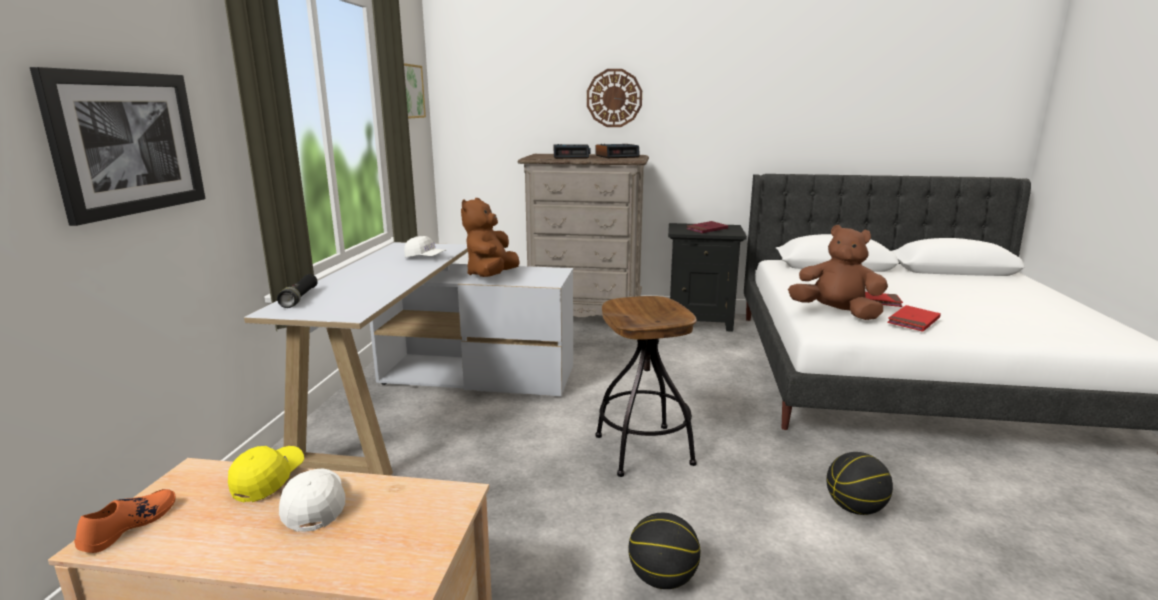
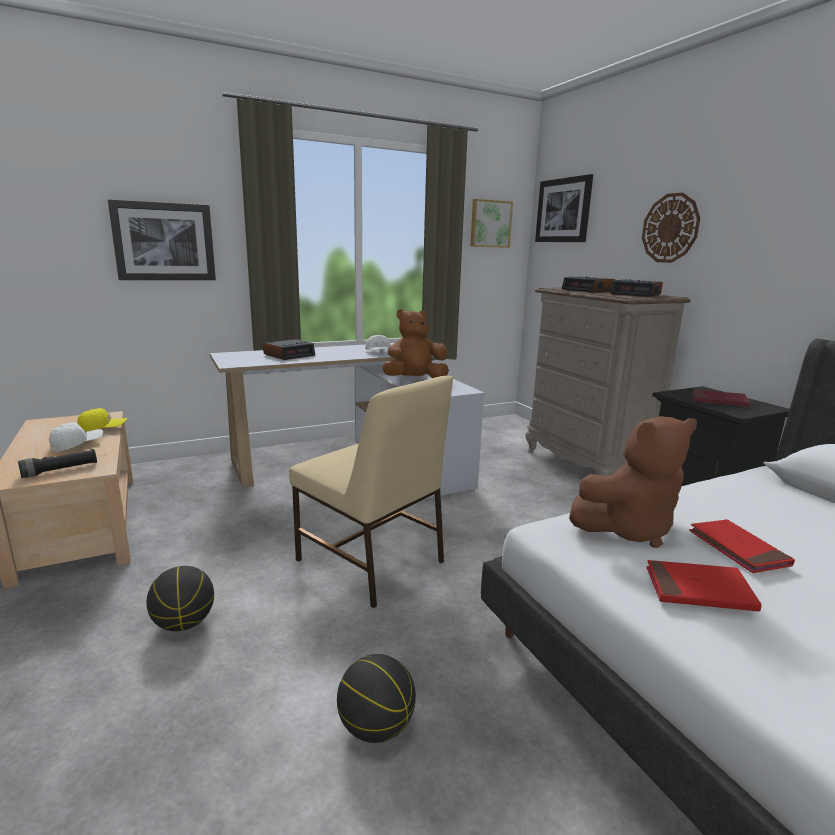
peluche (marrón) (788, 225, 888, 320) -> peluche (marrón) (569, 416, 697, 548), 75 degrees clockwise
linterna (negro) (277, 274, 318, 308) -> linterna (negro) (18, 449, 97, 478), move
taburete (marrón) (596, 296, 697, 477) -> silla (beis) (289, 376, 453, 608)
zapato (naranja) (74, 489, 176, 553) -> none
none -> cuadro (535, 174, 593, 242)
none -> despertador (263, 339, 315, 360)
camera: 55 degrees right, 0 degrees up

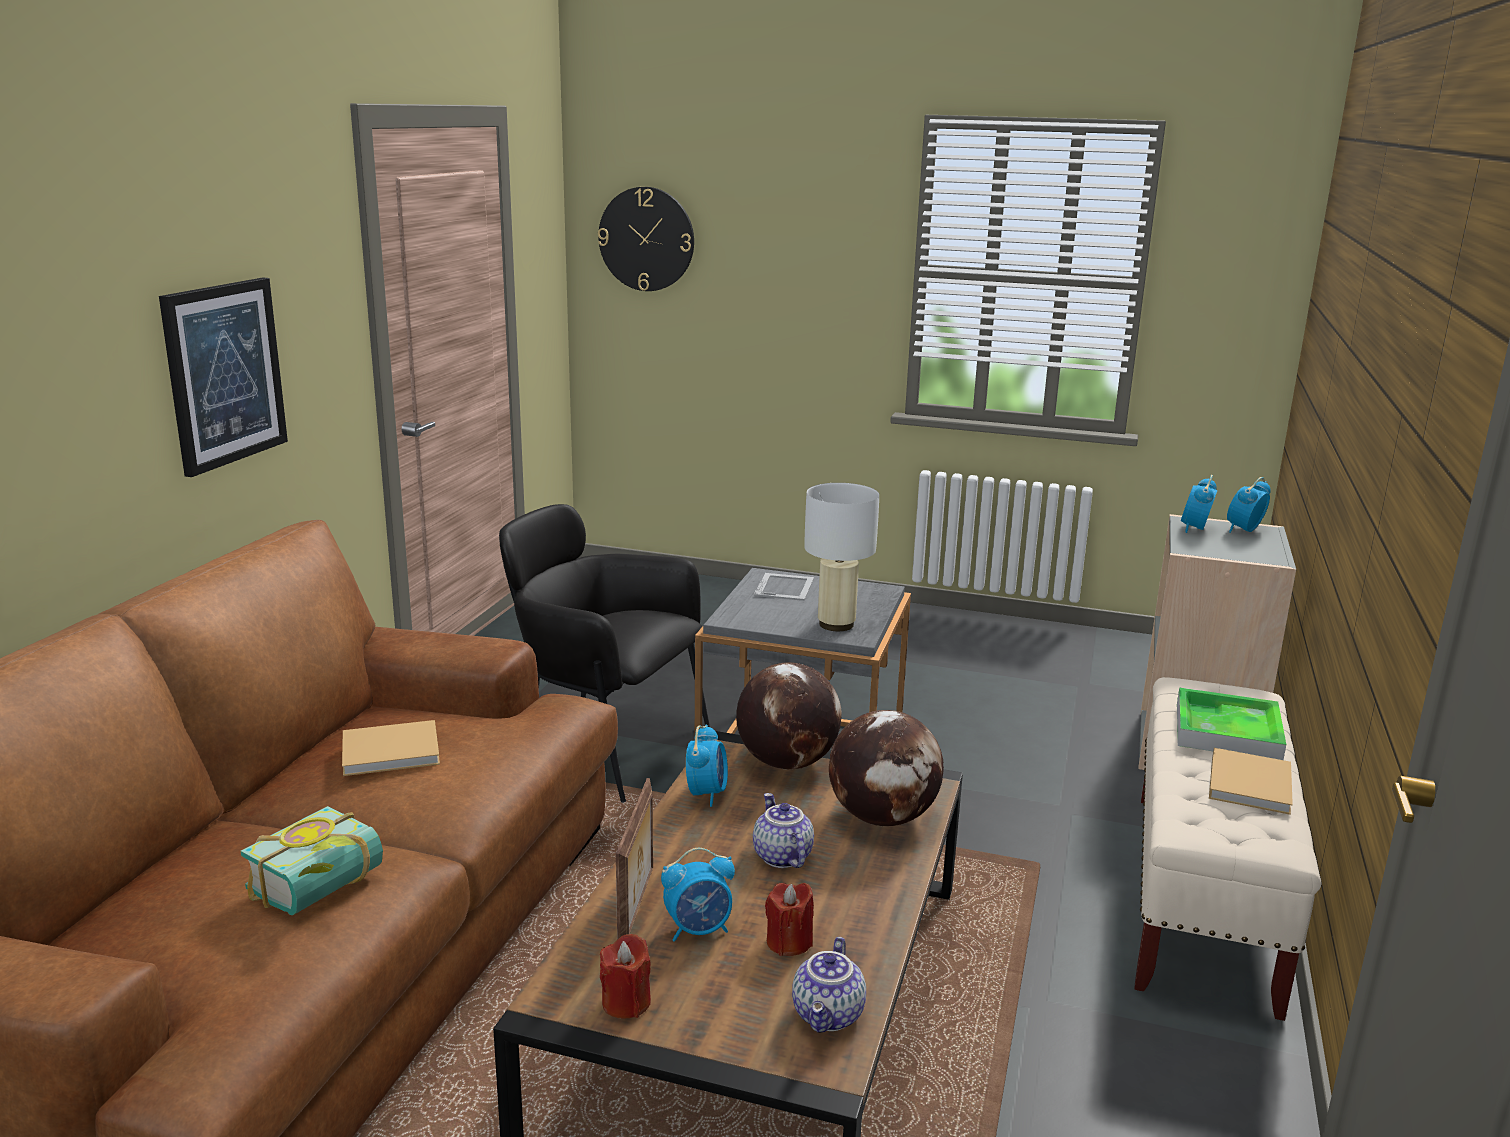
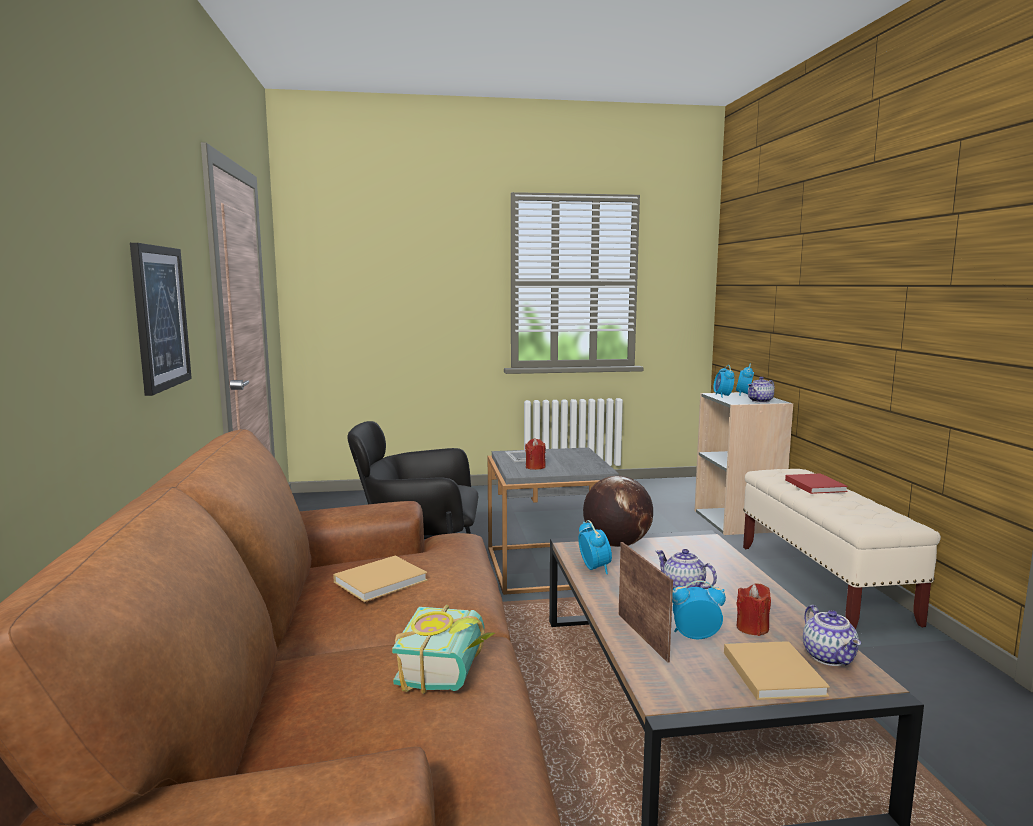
reloj de pared (598, 187, 694, 291) -> none
lámpara de mesa (blanco) (805, 483, 879, 631) -> none
bandeja (1177, 687, 1286, 760) -> libro (rojo) (785, 473, 848, 494)
globo terráqueo (829, 710, 944, 826) -> none
libro (beis) (1209, 748, 1293, 815) -> libro (beis) (724, 641, 830, 700), move
despertador (661, 848, 735, 942) -> despertador (672, 580, 726, 639), 135 degrees counterclockwise
vela (rojo) (600, 934, 651, 1019) -> vela (rojo) (525, 438, 546, 470), move
none -> tetera (748, 377, 774, 403)
camera: 25 degrees left, 10 degrees down

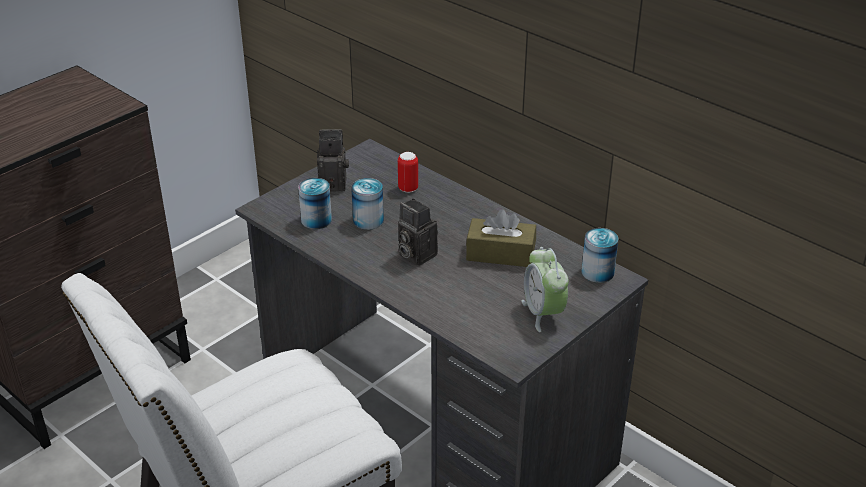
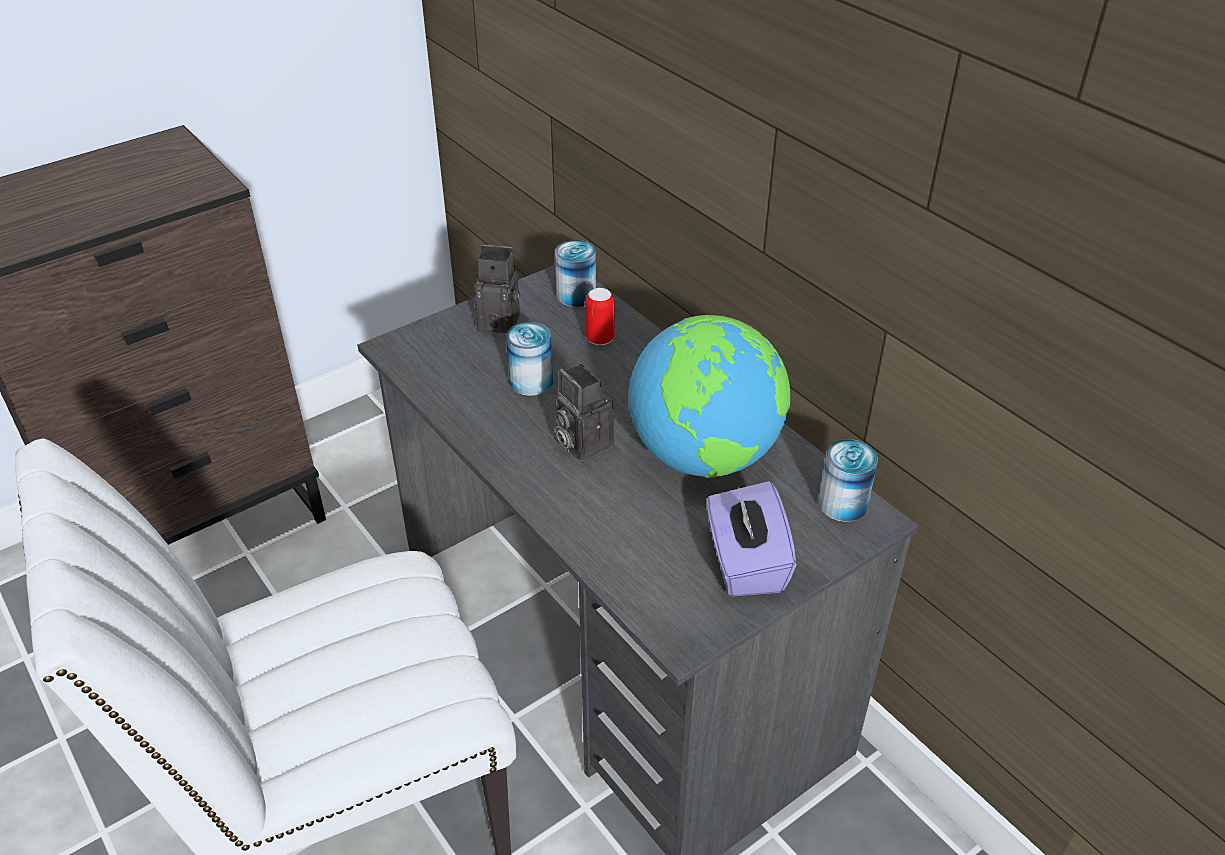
lata (298, 178, 332, 229) -> lata (555, 240, 596, 307), move
caja de pañuelos (marrón) (466, 209, 536, 267) -> globo terráqueo (629, 315, 790, 478)
despertador (521, 247, 569, 332) -> caja de pañuelos (morado) (707, 481, 797, 597)
camera: 10 degrees right, 5 degrees up

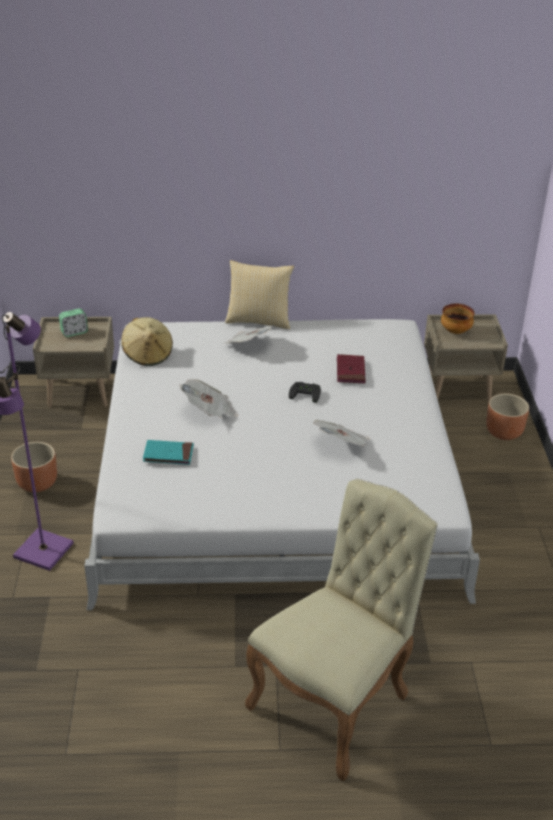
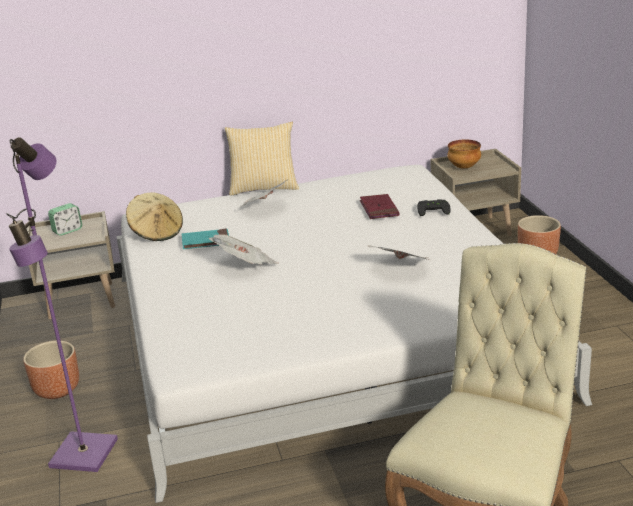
mando de consola (negro) (289, 382, 321, 403) -> mando de consola (negro) (417, 200, 451, 216), move
libro (turquesa) (143, 440, 193, 465) -> libro (turquesa) (182, 229, 229, 249), move
camera: 10 degrees left, 10 degrees down

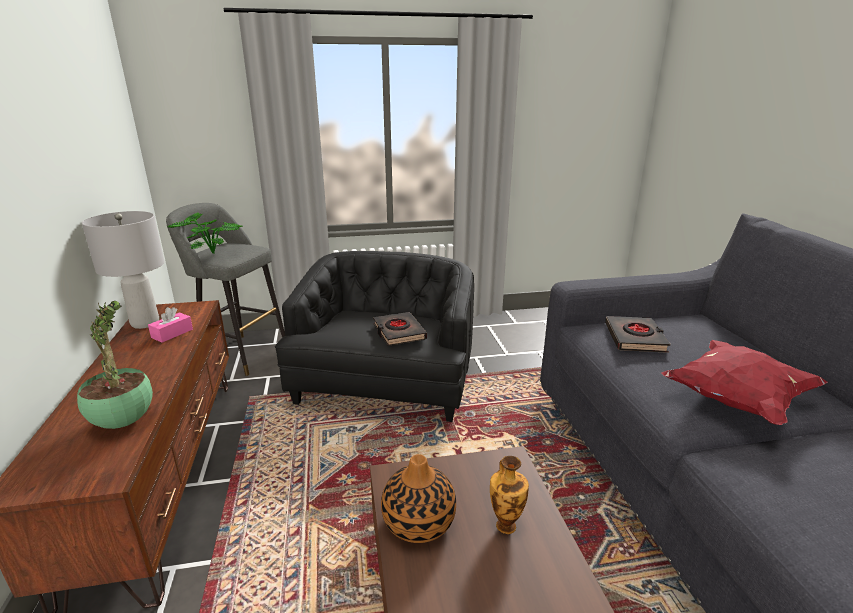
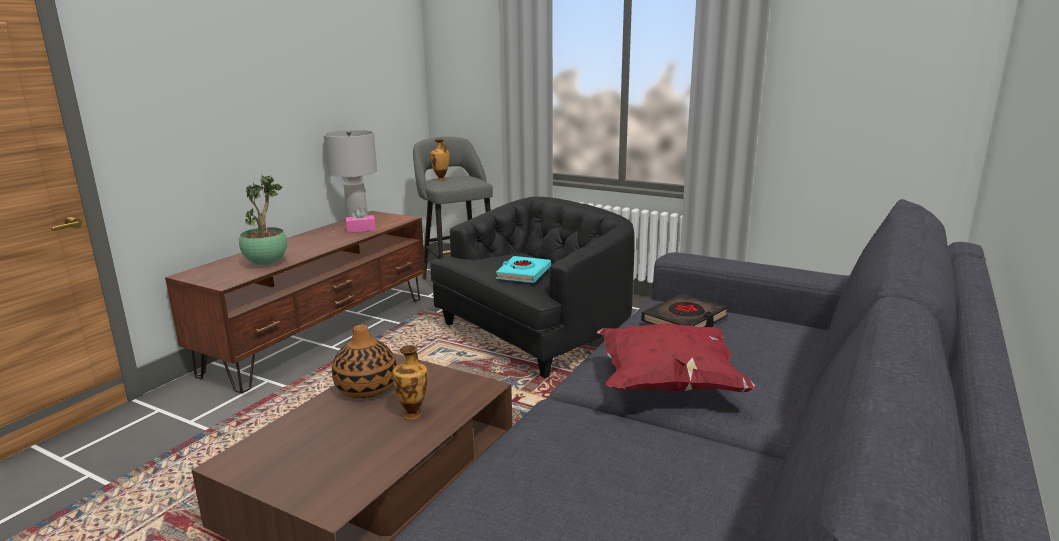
planta en maceta (168, 212, 242, 254) -> florero (430, 138, 450, 181)
libro (negro) (373, 312, 427, 346) -> libro (turquesa) (496, 256, 551, 283)
camera: 40 degrees right, 5 degrees down

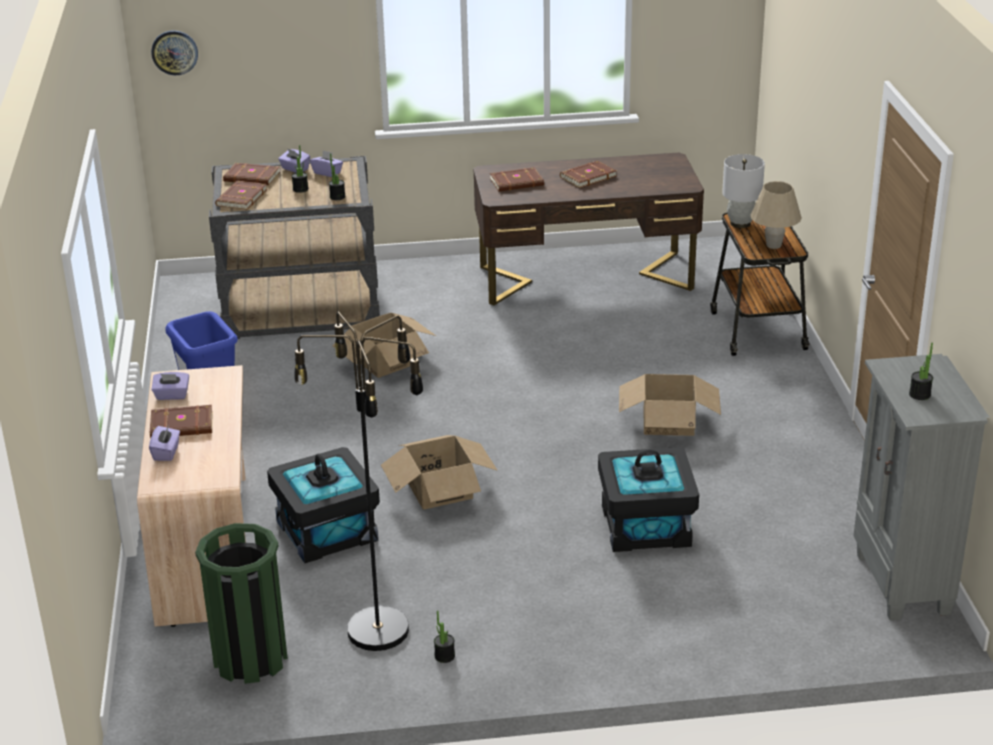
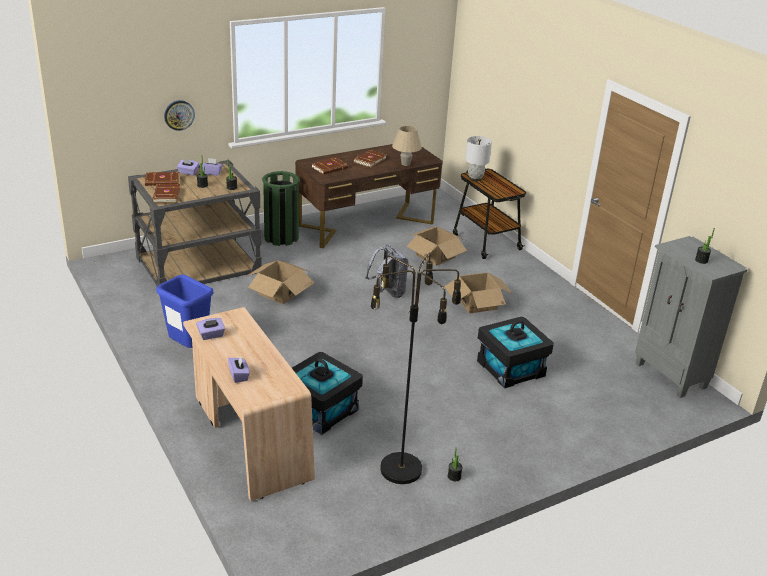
reloj de pared (151, 30, 198, 75) -> reloj de pared (164, 100, 195, 131), move
lámpara de mesa (beis) (751, 181, 802, 249) -> lámpara de mesa (beis) (392, 126, 422, 166), move
libro (marrón) (150, 405, 213, 439) -> none
caja de cartón (381, 435, 498, 510) -> caja de cartón (406, 227, 467, 266), move
papelera (verde) (195, 523, 288, 684) -> papelera (verde) (262, 171, 300, 246), move
none -> mochila (gris) (365, 245, 408, 298)
camera: 25 degrees left, 0 degrees up

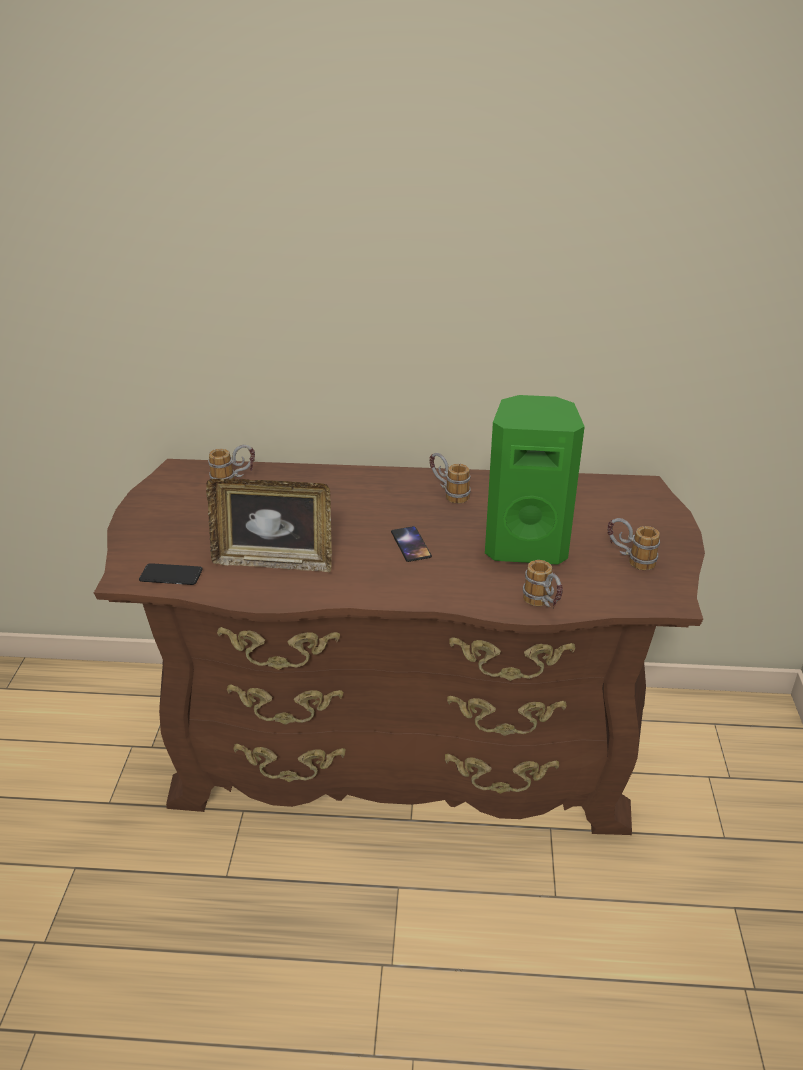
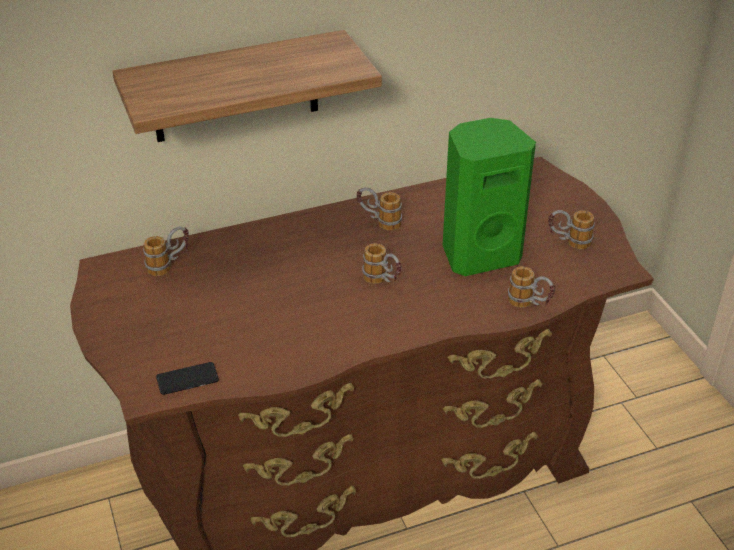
portarretratos (206, 479, 332, 572) -> none
móvil (391, 526, 432, 562) -> taza grande (362, 243, 402, 284)
none -> estante (112, 30, 382, 142)
camera: 25 degrees left, 5 degrees up

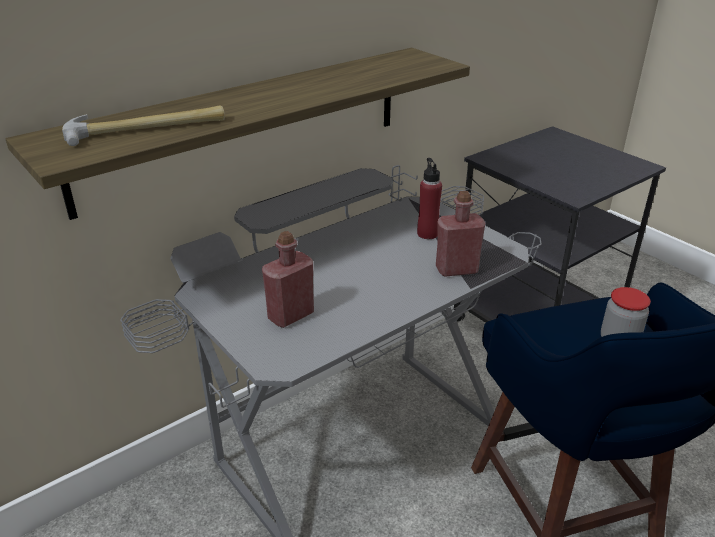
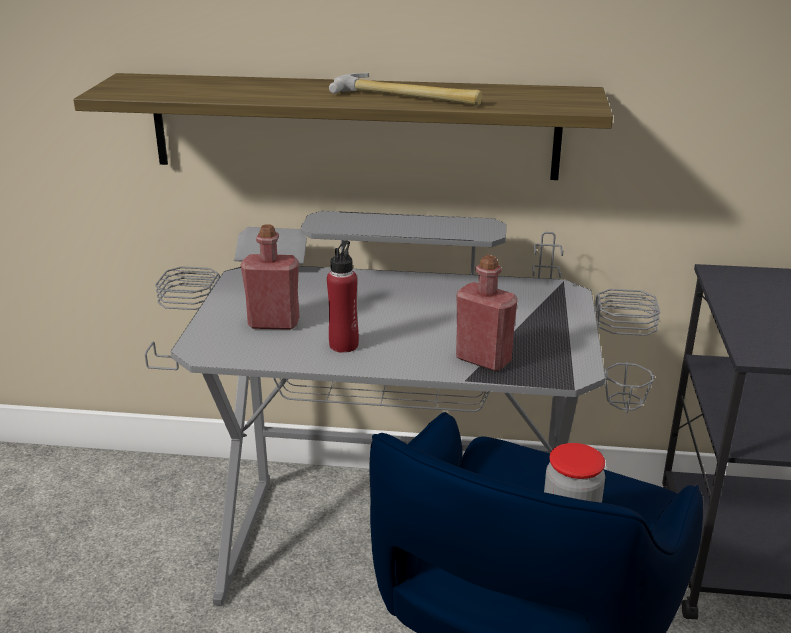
martillo (62, 105, 225, 146) -> martillo (329, 73, 482, 106), move
botella (rojo) (417, 158, 442, 239) -> botella (rojo) (327, 240, 359, 353), move
camera: 45 degrees right, 5 degrees down

